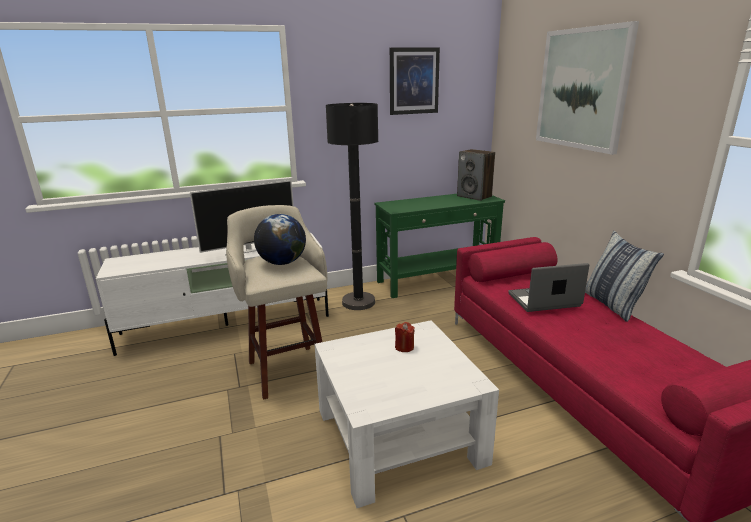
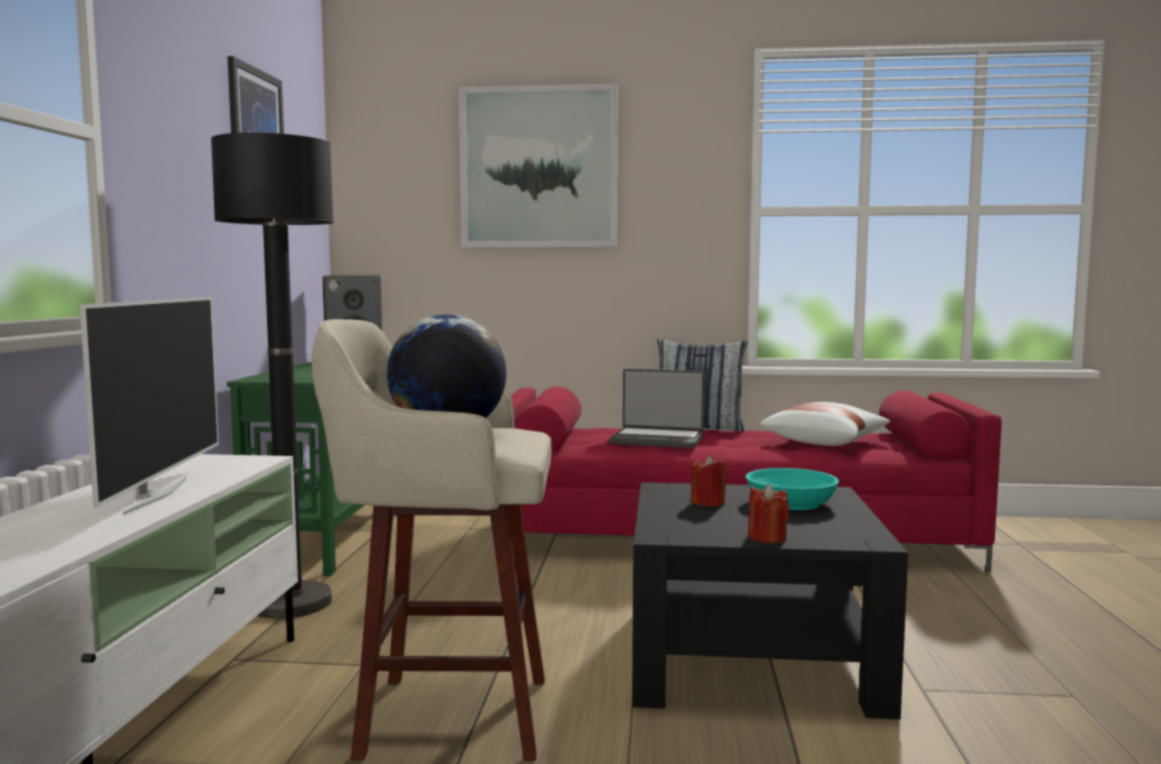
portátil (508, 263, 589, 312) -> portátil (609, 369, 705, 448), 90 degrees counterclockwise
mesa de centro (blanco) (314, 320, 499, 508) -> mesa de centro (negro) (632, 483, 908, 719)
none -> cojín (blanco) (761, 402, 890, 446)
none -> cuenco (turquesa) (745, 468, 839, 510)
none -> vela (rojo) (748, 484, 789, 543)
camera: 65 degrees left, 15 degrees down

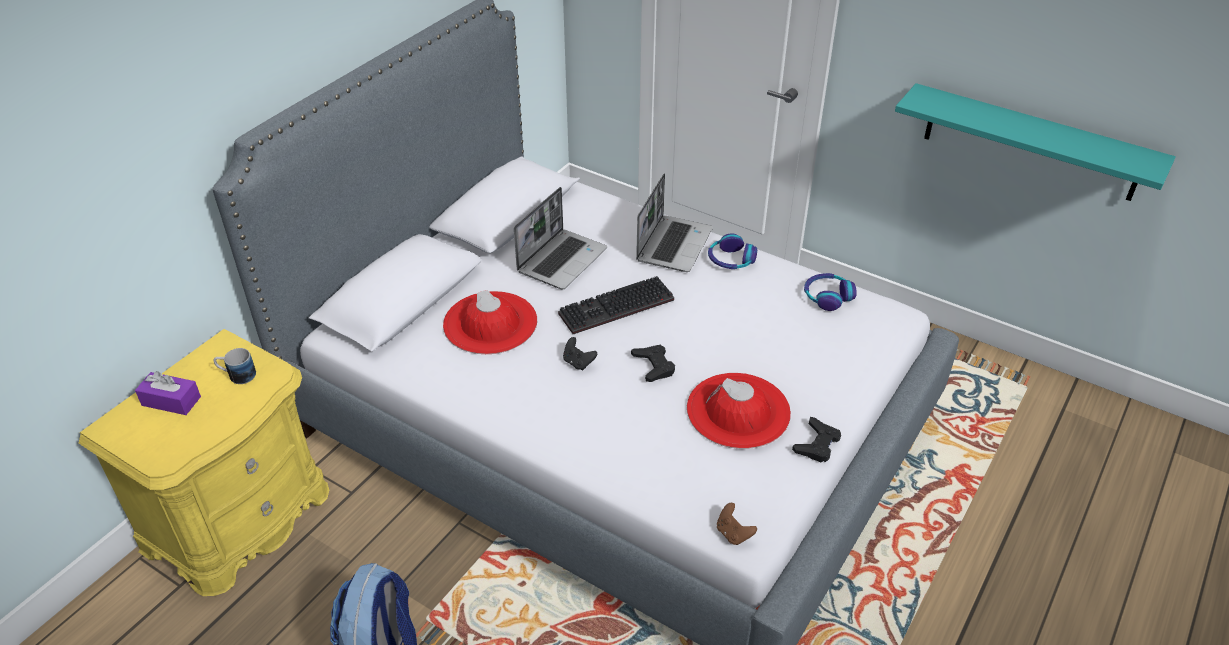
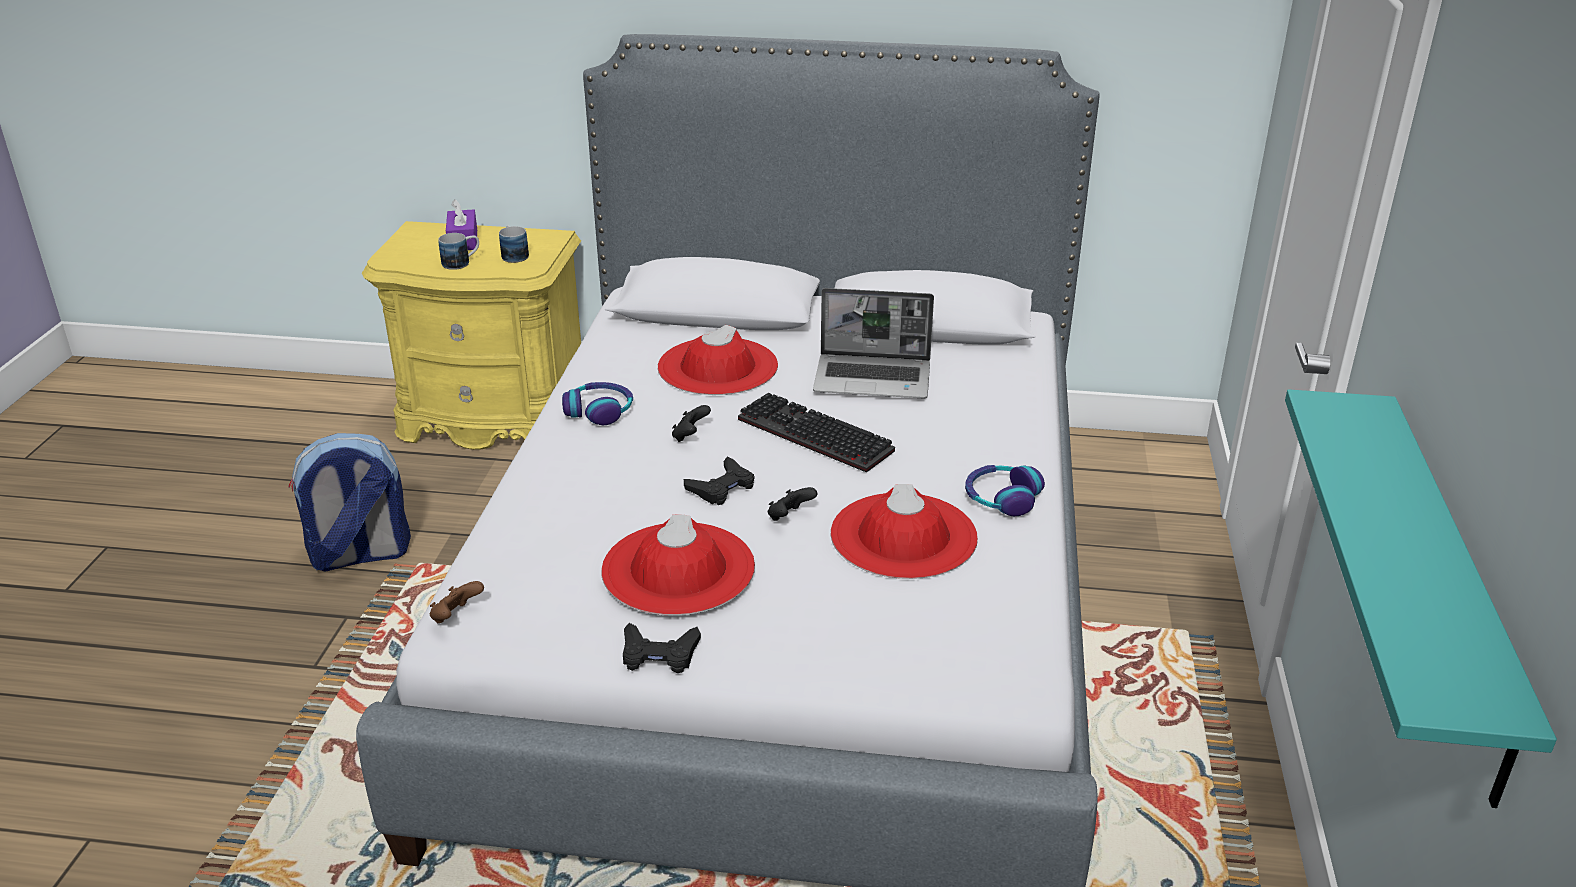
portátil (636, 173, 713, 272) -> none
auriculares (804, 273, 857, 311) -> auriculares (562, 382, 633, 425), move
none -> taza grande (438, 233, 479, 270)
none -> sombrero (rojo) (831, 484, 978, 579)
none -> mando de consola (negro) (768, 487, 817, 521)
camera: 65 degrees right, 10 degrees down

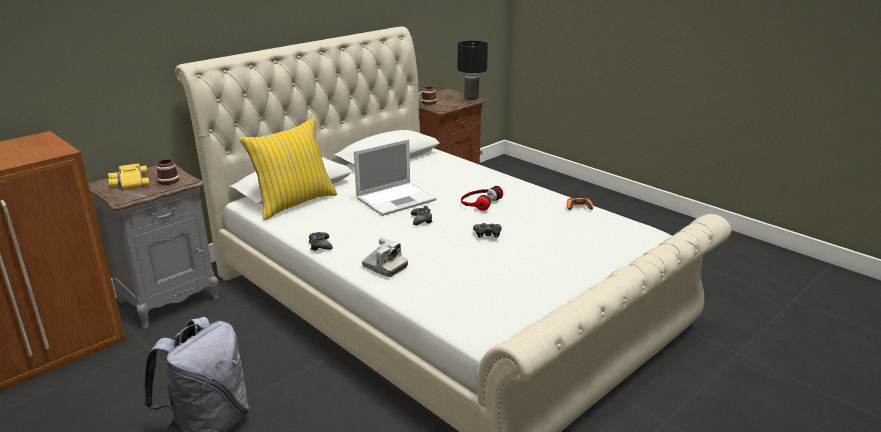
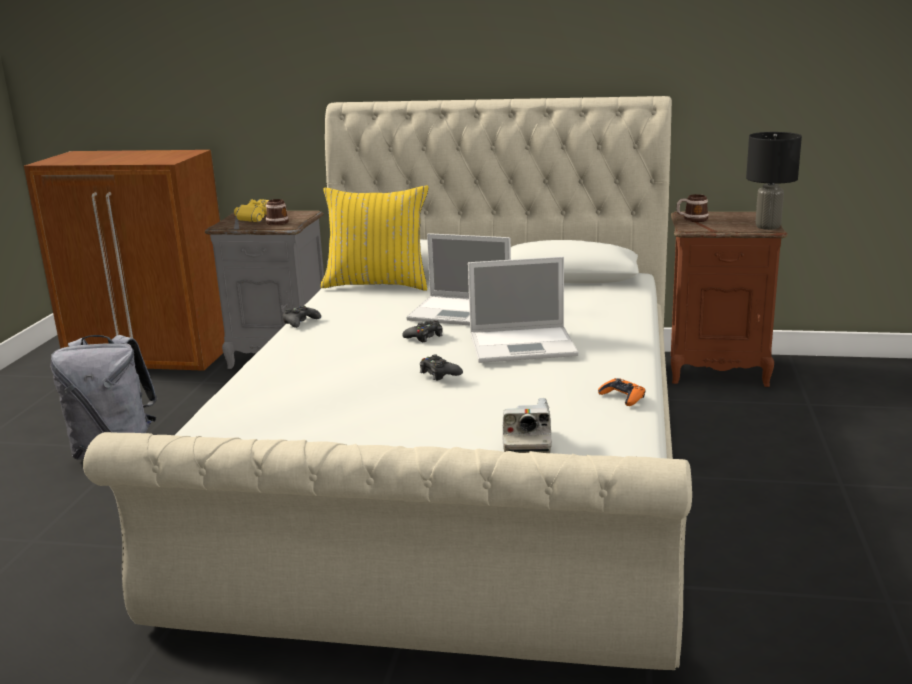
auriculares (461, 186, 503, 211) -> portátil (468, 257, 579, 363)
cámara (362, 237, 408, 277) -> cámara (502, 398, 552, 453), move
camera: 55 degrees right, 5 degrees down

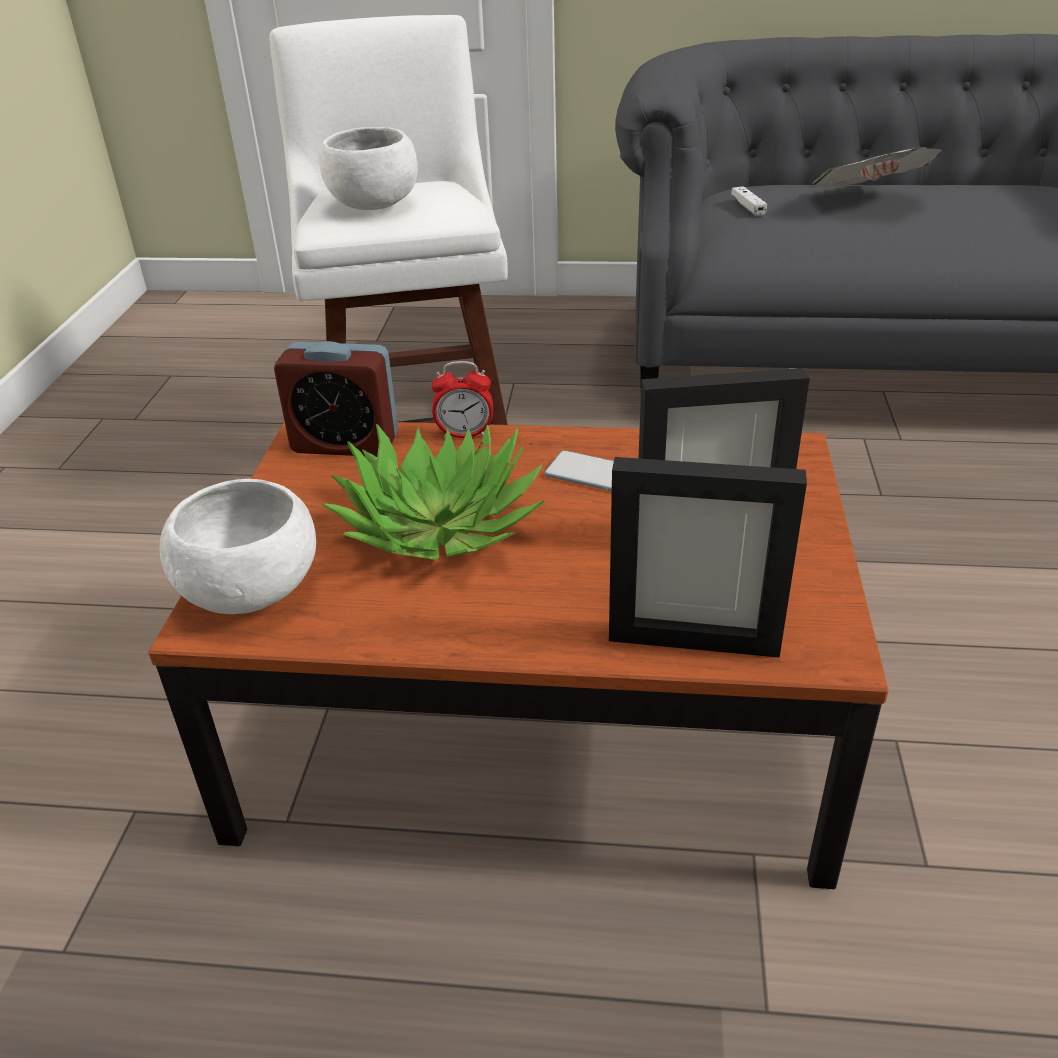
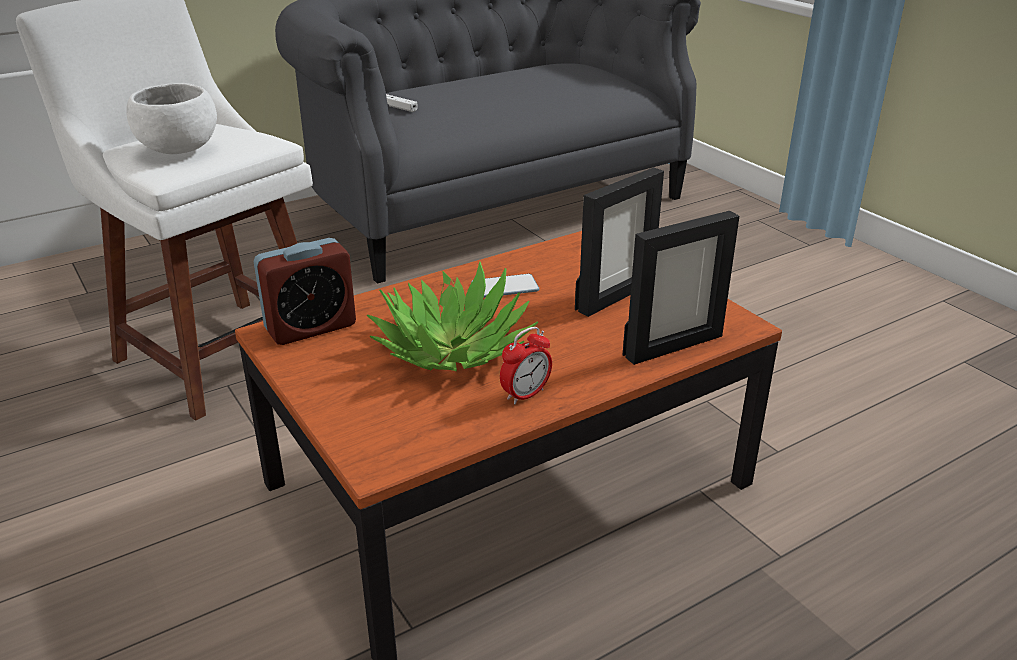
periódico (809, 147, 941, 187) -> none
despertador (431, 361, 493, 438) -> despertador (500, 327, 552, 404), move
cuenco (blanco) (160, 479, 316, 614) -> none
camera: 40 degrees left, 5 degrees down

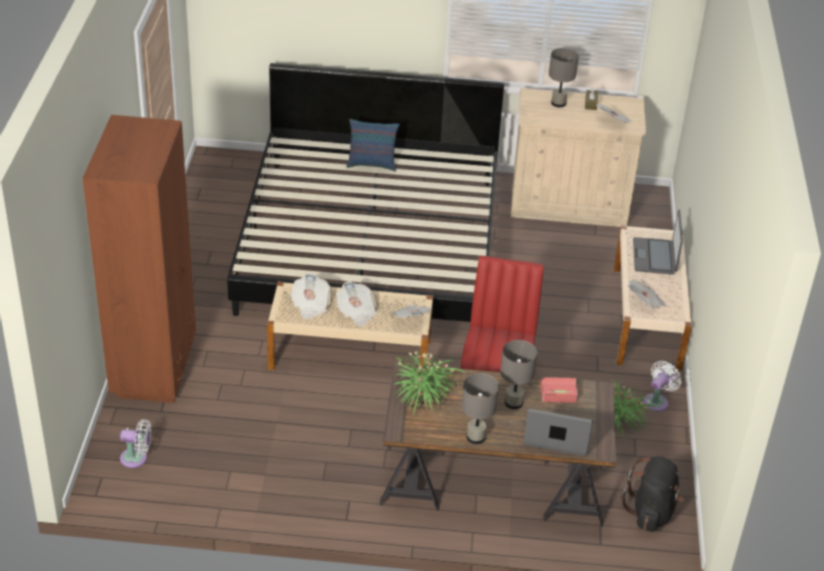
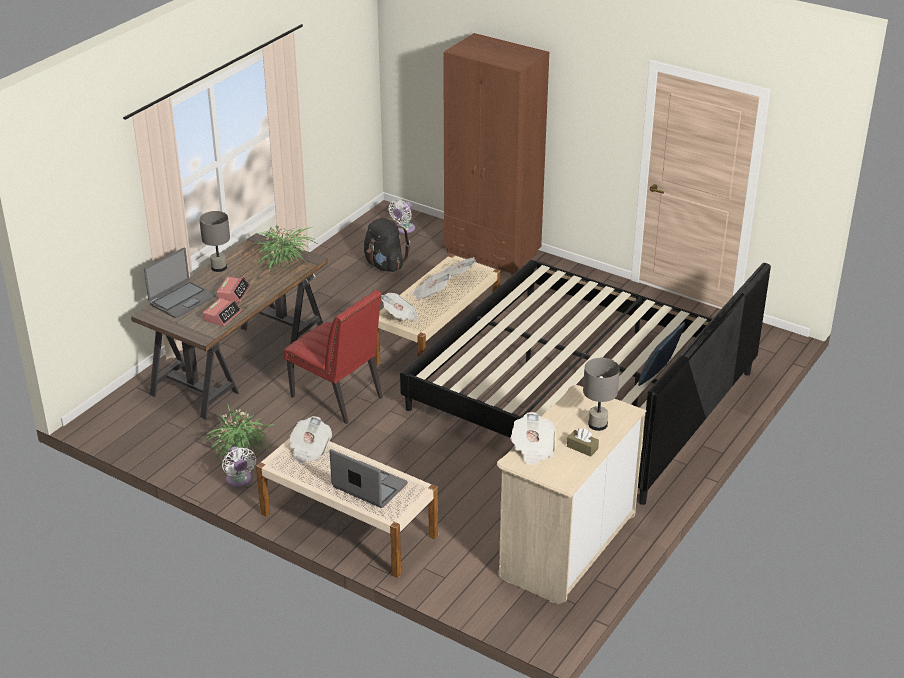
lámpara de mesa (gris) (500, 340, 537, 409) -> despertador (217, 277, 251, 302)
mochila (negro) (620, 456, 684, 532) -> mochila (negro) (364, 218, 410, 272), move
camera: 120 degrees right, 5 degrees down

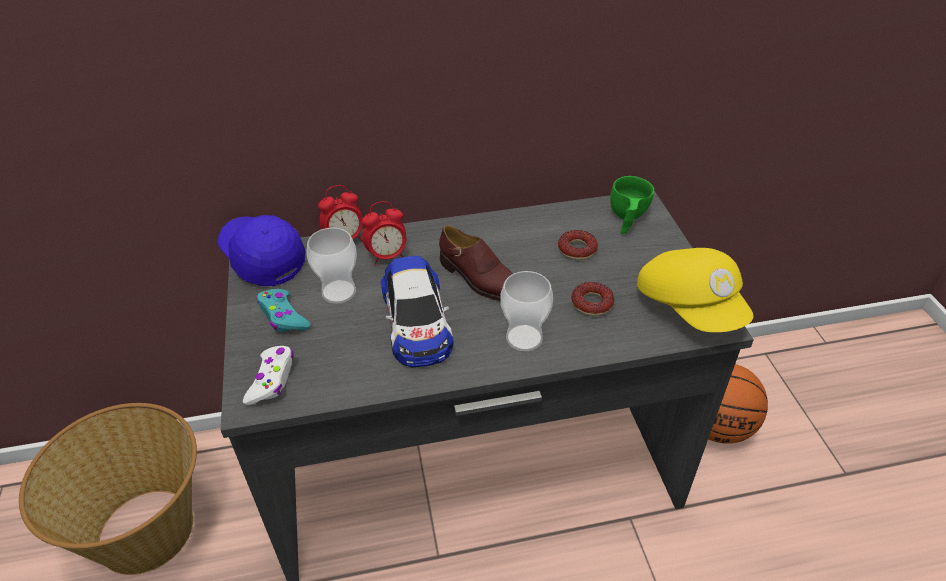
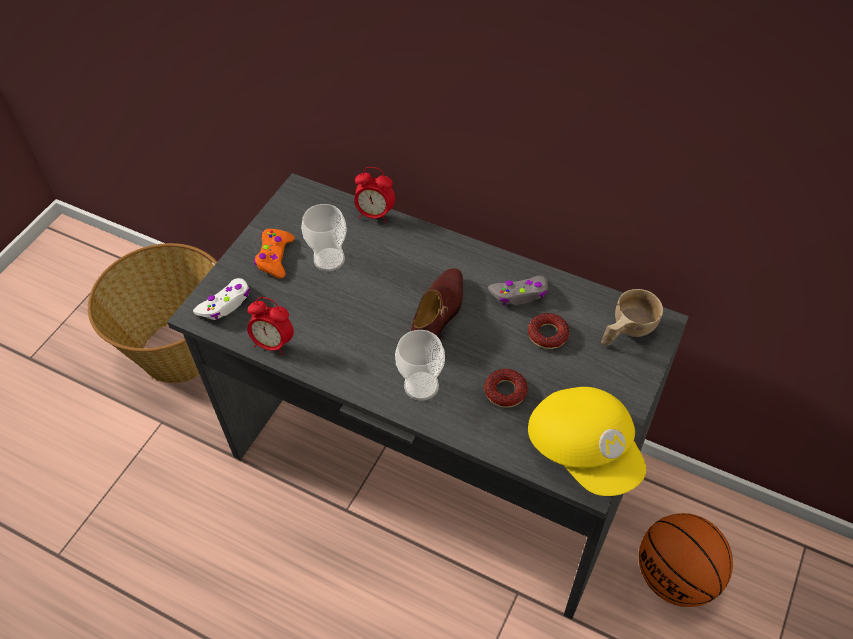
taza (verde) (610, 176, 654, 234) -> taza (beis) (601, 289, 663, 345)
despertador (362, 201, 406, 266) -> despertador (247, 297, 294, 356), move
gorra (azul) (218, 215, 306, 286) -> none
zapato (marrón) (439, 225, 513, 301) -> zapato (marrón) (411, 269, 463, 340), 150 degrees counterclockwise
gorra (amarillo) (637, 248, 753, 332) -> gorra (amarillo) (528, 387, 646, 496), 45 degrees counterclockwise
coche de juguete (380, 256, 454, 367) -> none
mando de consola (turquesa) (256, 289, 311, 332) -> mando de consola (naranja) (254, 229, 294, 279)
none -> mando de consola (gris) (488, 276, 548, 305)
camera: 40 degrees right, 10 degrees up

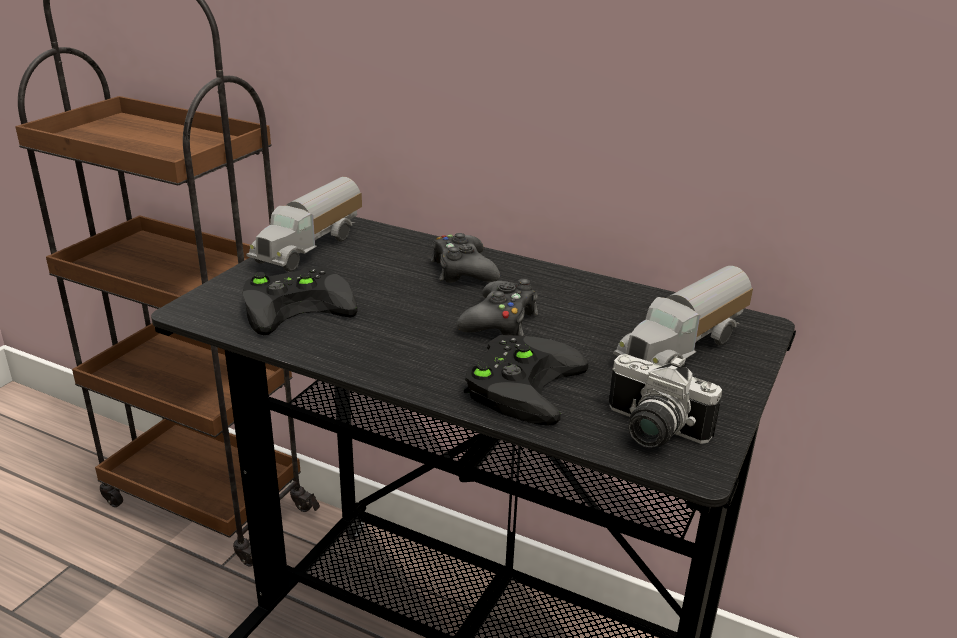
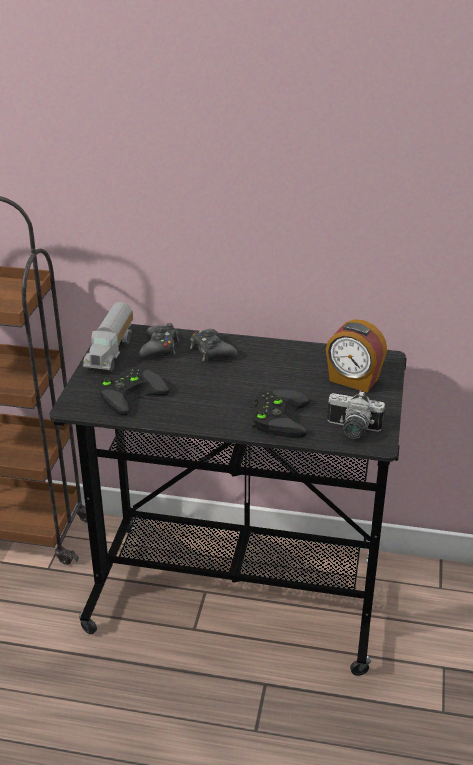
camión de juguete (613, 266, 753, 366) -> despertador (326, 319, 387, 393)
mando de consola (negro) (456, 279, 538, 336) -> mando de consola (negro) (139, 323, 179, 357), move
camera: 15 degrees left, 5 degrees up

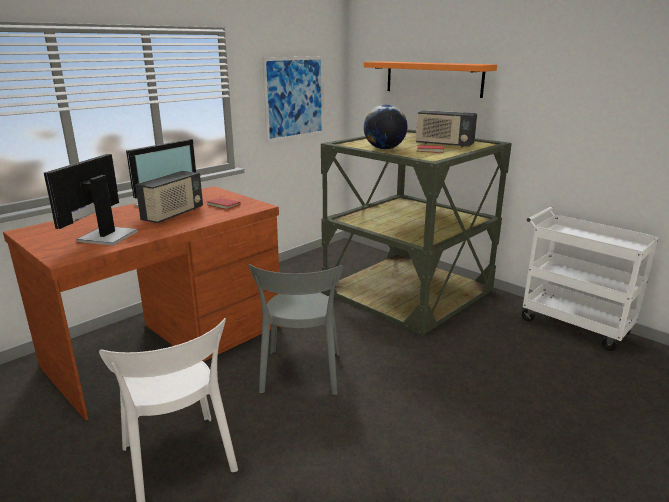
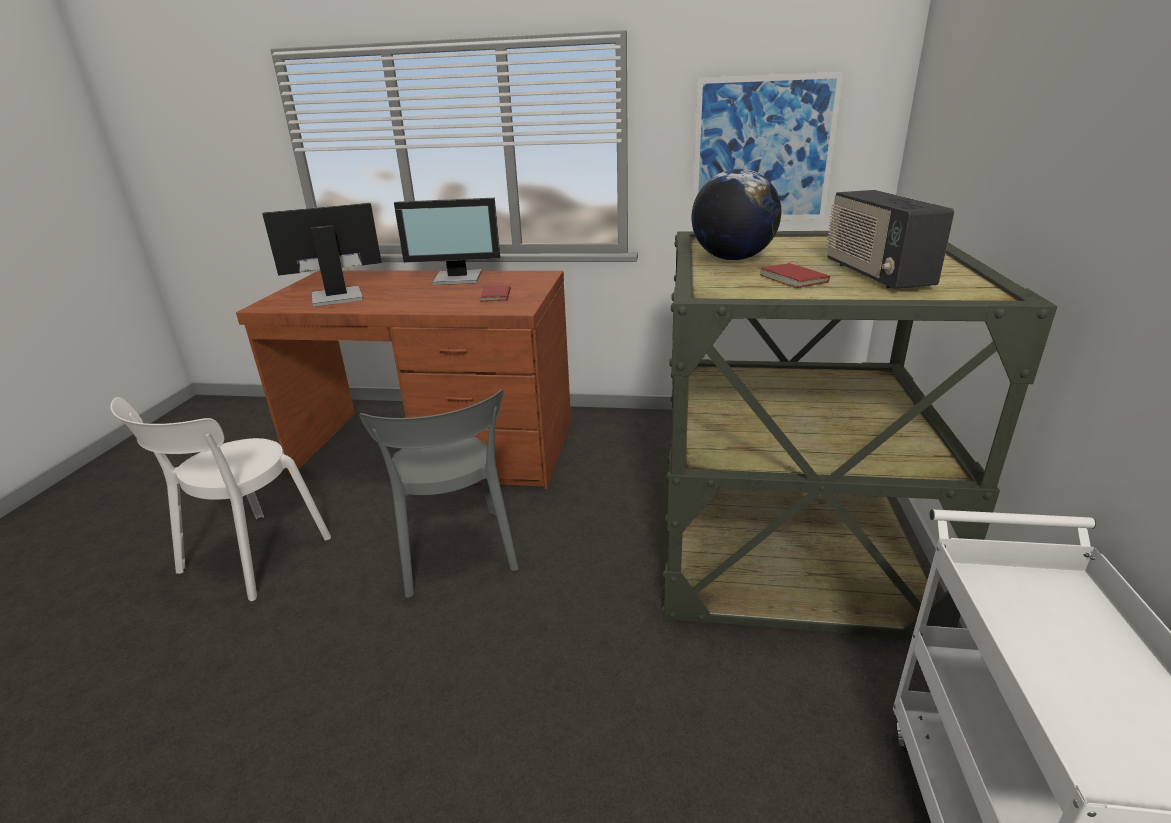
estante (naranja) (364, 61, 497, 98) -> none
radio (135, 171, 203, 223) -> none
silla (gris) (248, 264, 343, 395) -> silla (gris) (359, 389, 519, 598), 75 degrees counterclockwise
camera: 55 degrees right, 5 degrees up

